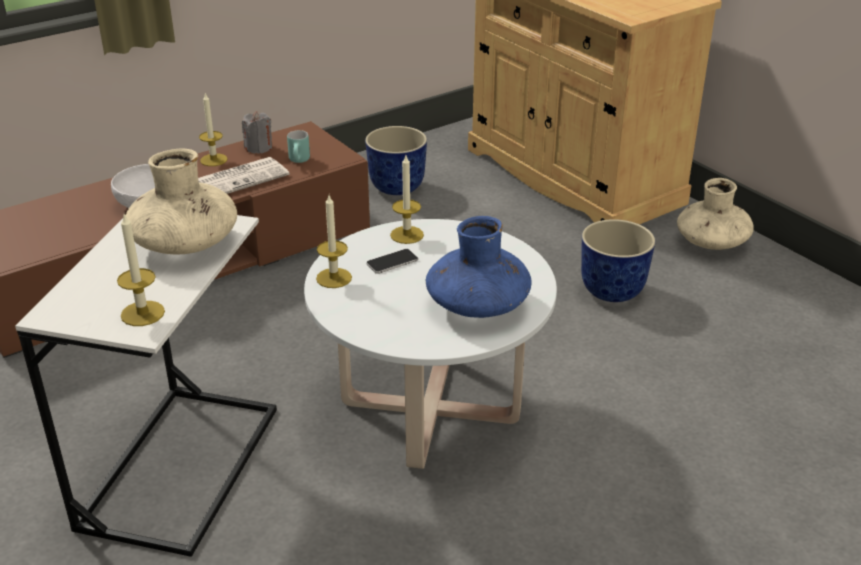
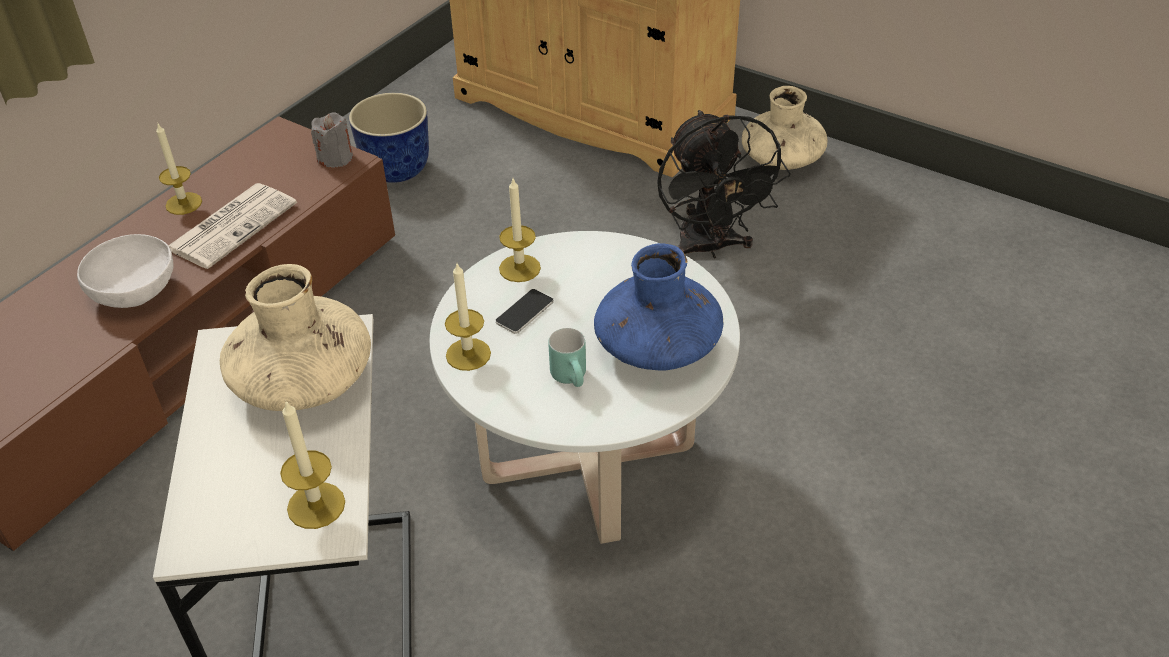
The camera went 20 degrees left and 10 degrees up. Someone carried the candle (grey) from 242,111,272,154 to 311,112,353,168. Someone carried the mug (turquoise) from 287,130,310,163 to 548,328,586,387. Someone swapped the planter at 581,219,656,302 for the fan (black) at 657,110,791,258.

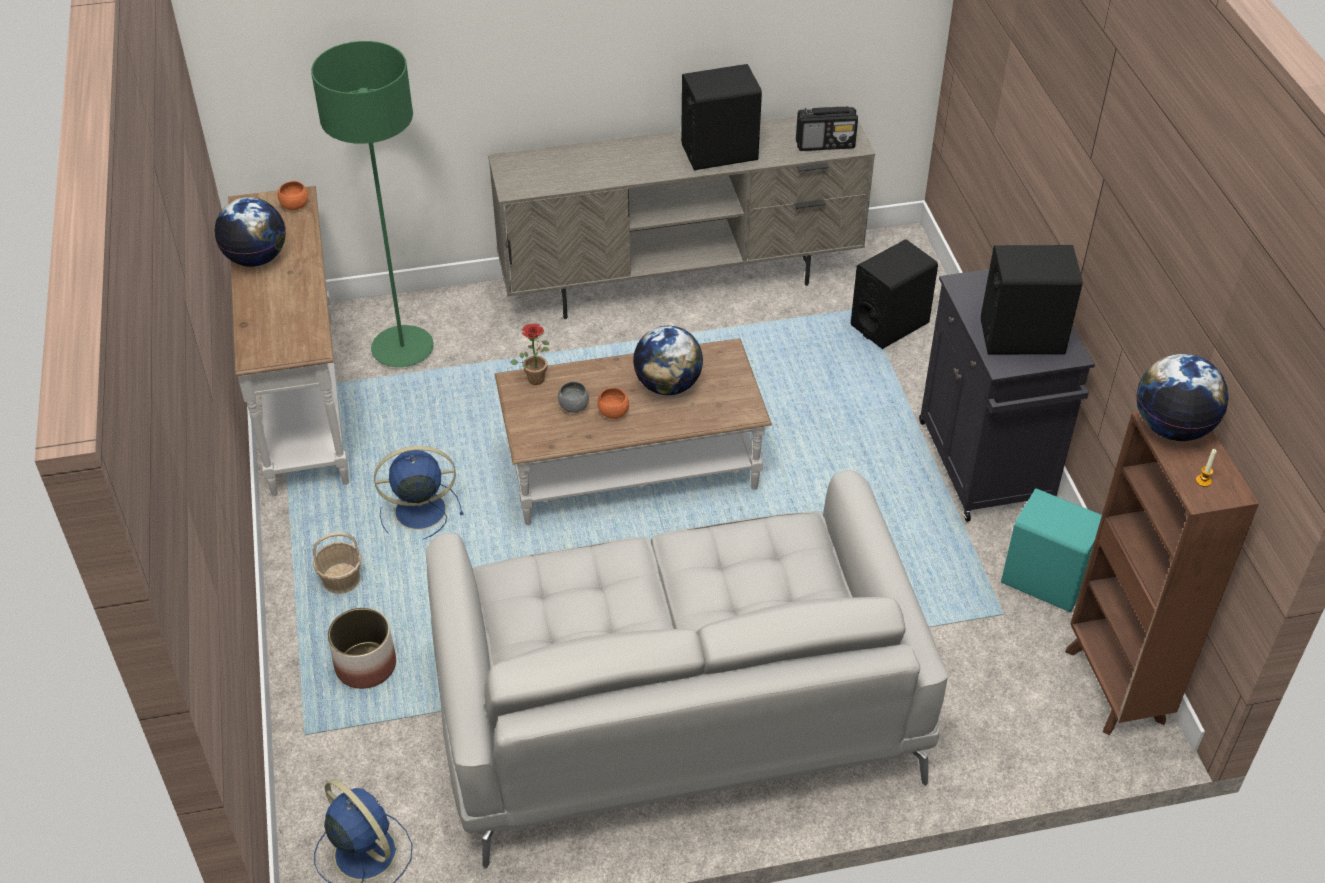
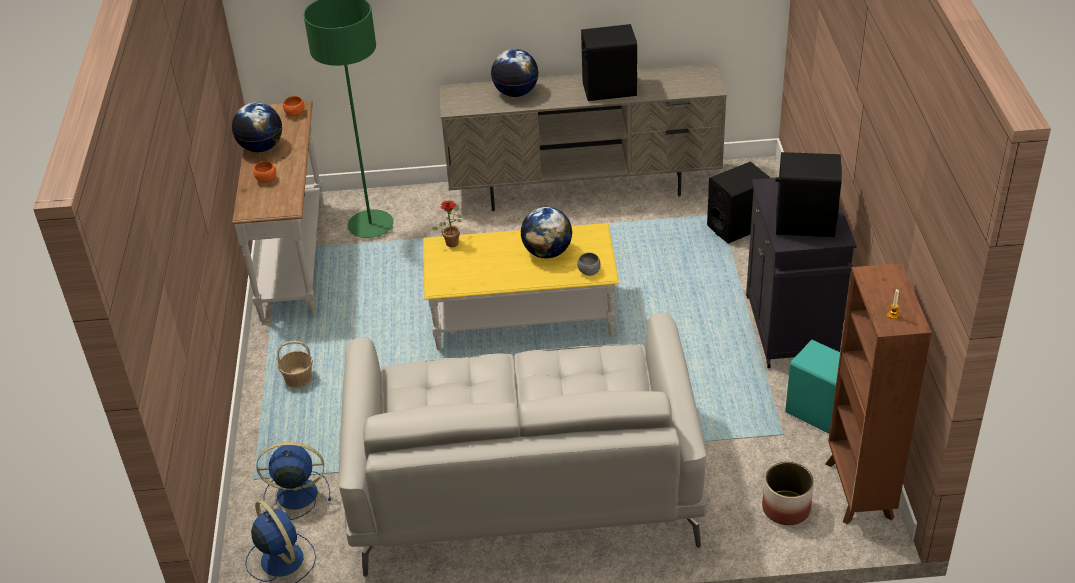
The camera went 10 degrees right and 5 degrees down. Someone took away the radio at 796,106,858,151. Someone repainted the coffee table (brown) at 495,338,772,525, which became the coffee table (yellow) at 423,223,619,351. Someone carried the globe from 1137,354,1228,441 to 491,49,539,97. Someone carried the bowl (grey) from 558,381,589,413 to 577,253,601,276. Someone carried the bowl (orange) from 597,388,629,419 to 253,161,277,183. Someone carried the fan (blue) from 374,446,464,540 to 257,442,331,520. Someone carried the planter from 328,608,396,689 to 762,462,814,525.

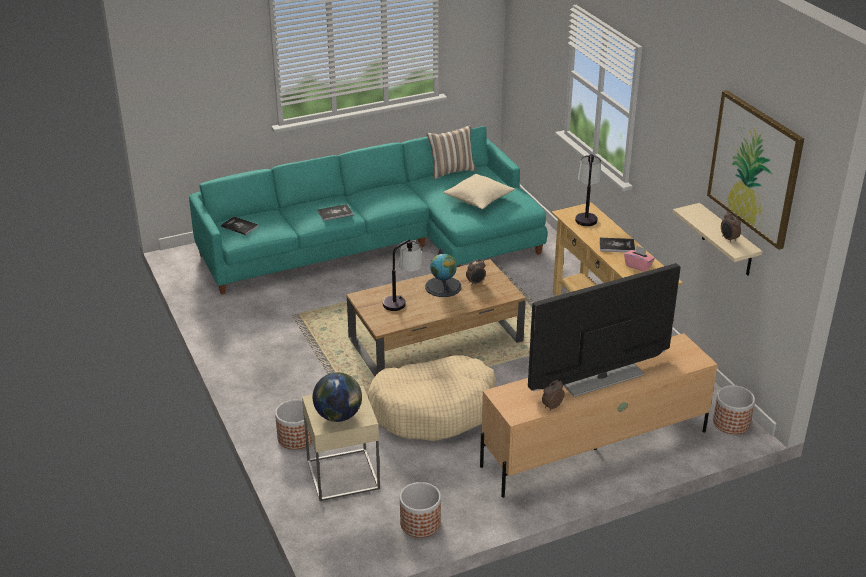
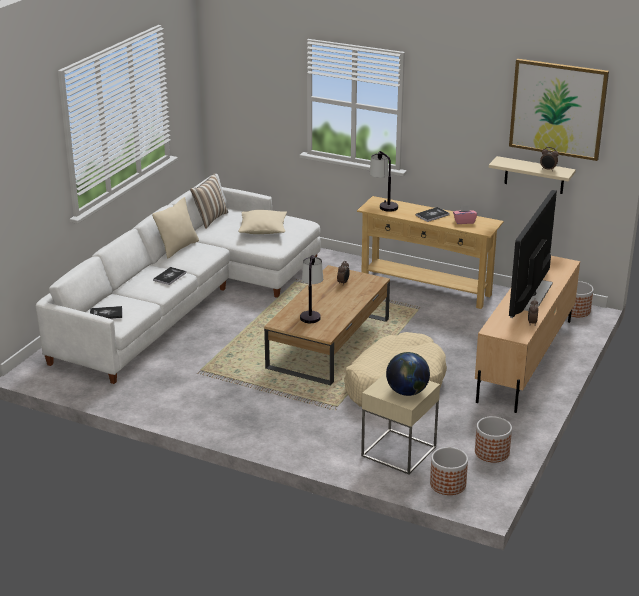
The camera went 40 degrees left and 5 degrees down. Someone repainted the sofa (turquoise) at 189,126,547,295, which became the sofa (white) at 36,174,321,384. Someone took away the globe at 425,249,461,297. Someone carried the planter from 275,400,312,449 to 430,447,468,495. Someone put down the pillow (beige) at 152,197,199,258.

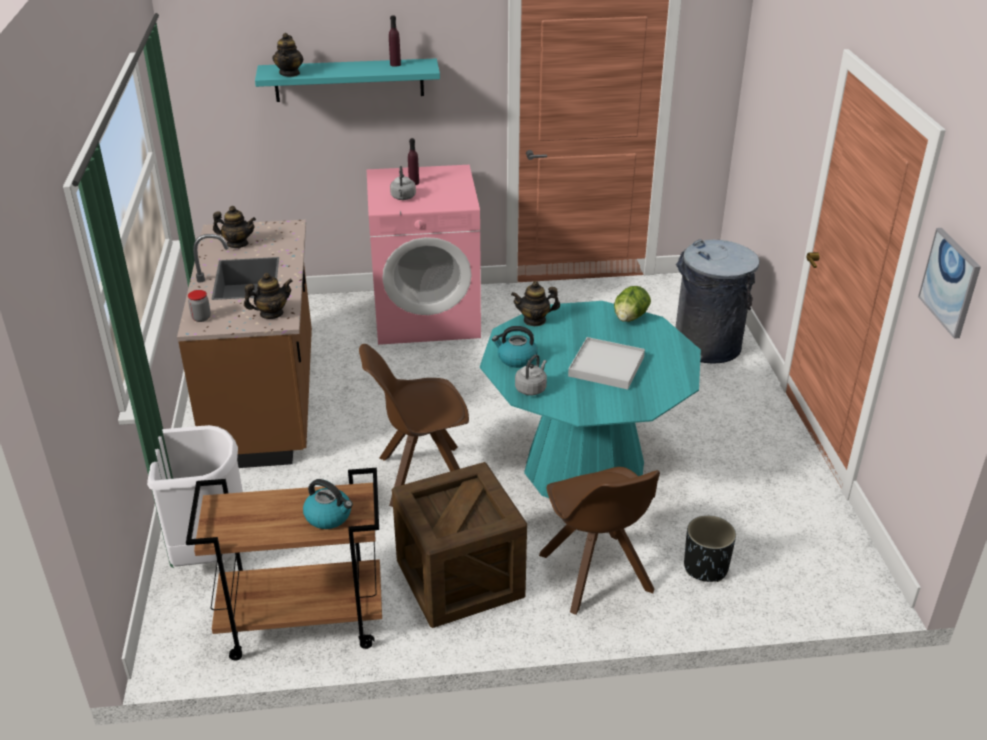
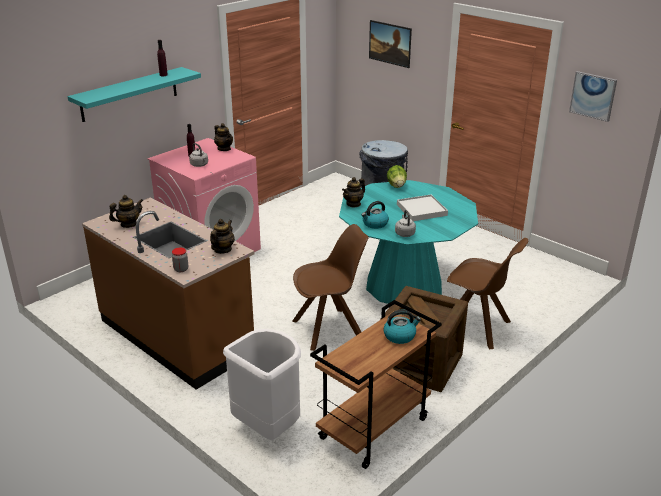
The camera went 40 degrees left and 5 degrees down. Someone carried the teapot from 273,33,303,77 to 214,123,233,151. Someone rotated the chair (brown) at 359,344,469,507 by 150 degrees counterclockwise. Someone took away the planter (black) at 684,515,736,582. Someone put up the picture at 369,20,412,68.

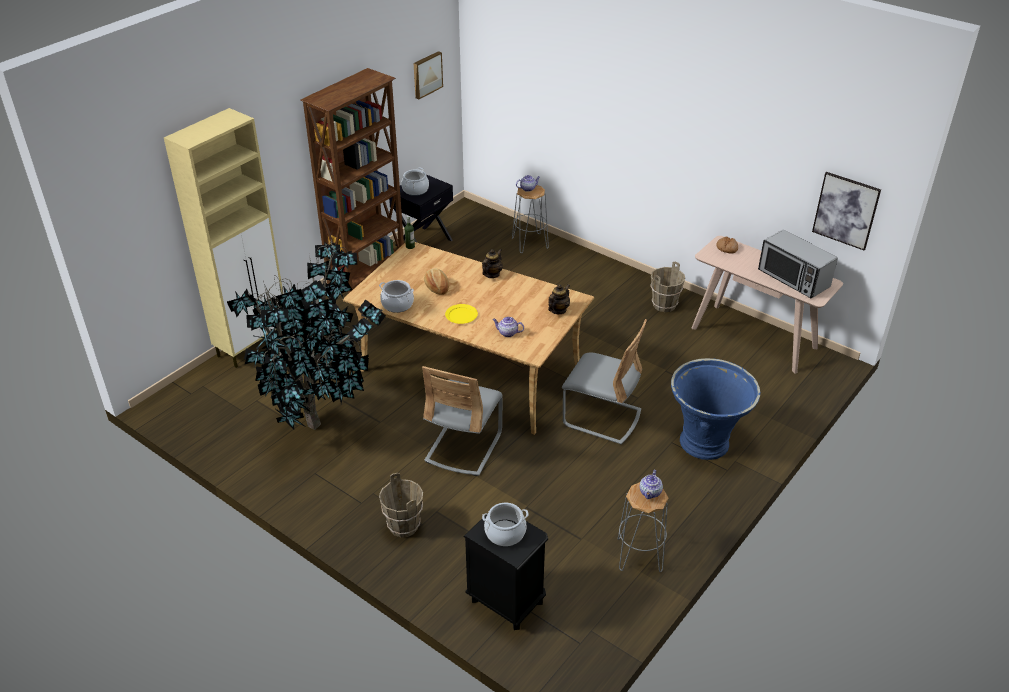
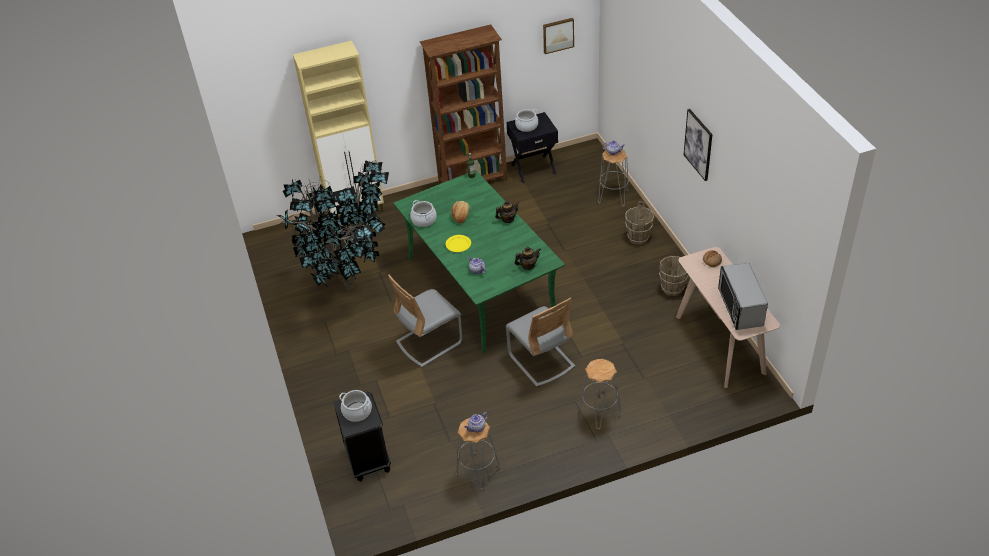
The camera went 35 degrees right and 5 degrees up. Someone carried the picture from 812,172,881,250 to 684,109,713,181. Someone repainted the dining table (beige) at 343,242,594,435, which became the dining table (green) at 393,170,565,354. Someone swapped the planter (blue) at 671,358,760,460 for the stool (grey) at 578,359,622,429. Someone carried the bucket (brown) from 379,473,423,537 to 625,201,654,245.

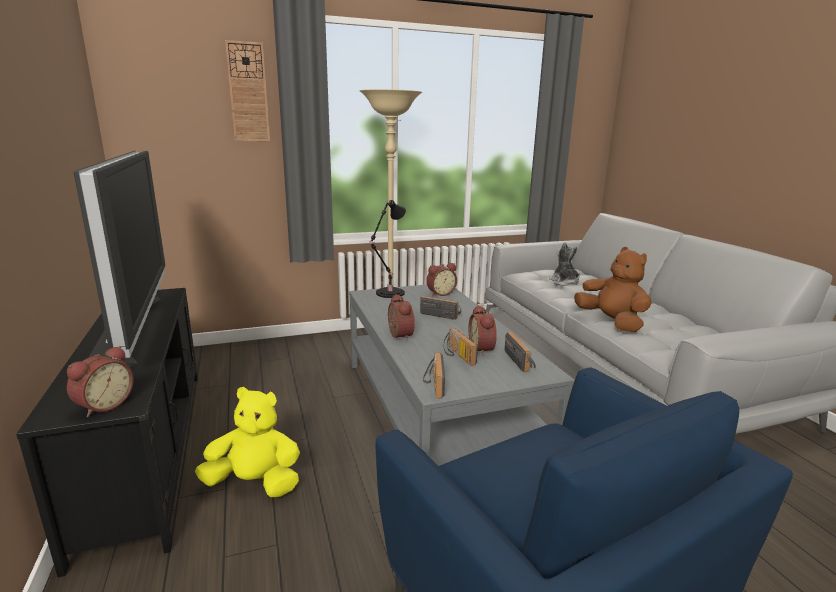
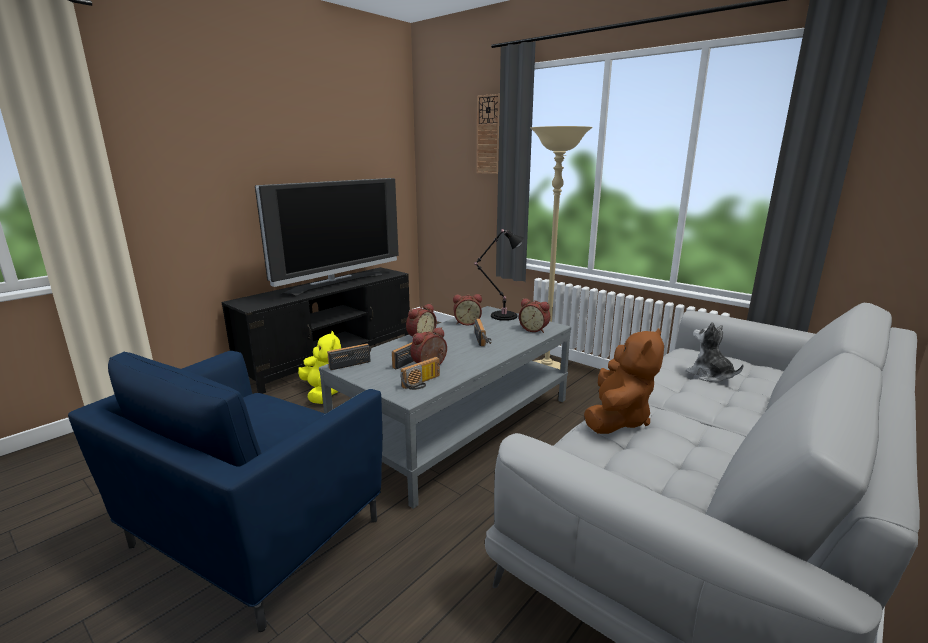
The camera went 60 degrees right and 0 degrees up. Someone rotated the plush toy at 549,242,580,286 by 75 degrees counterclockwise. Someone carried the alarm clock from 67,346,134,417 to 453,294,482,325.

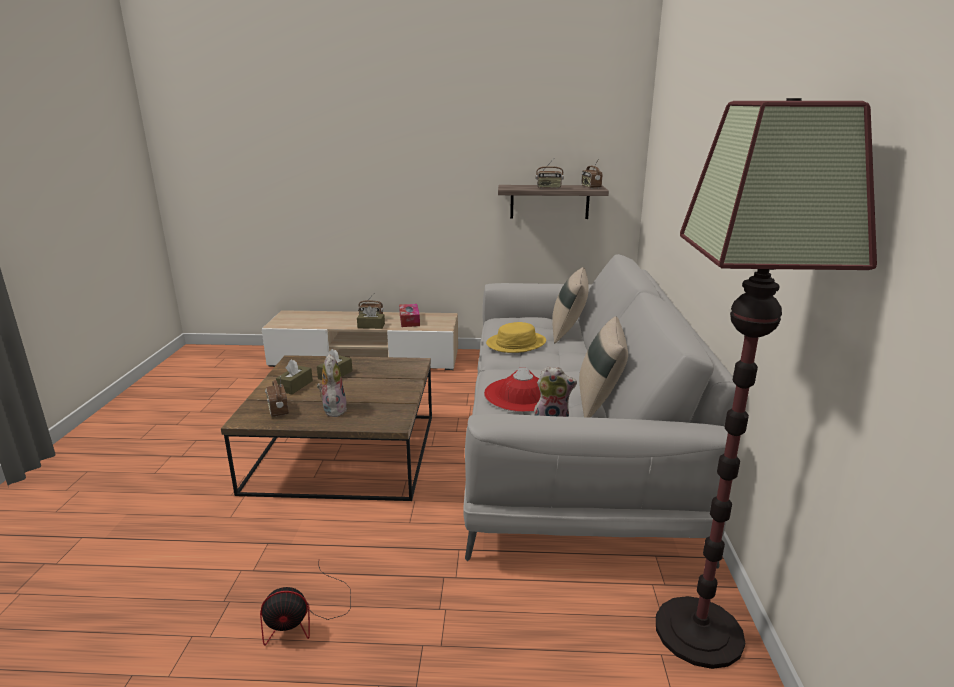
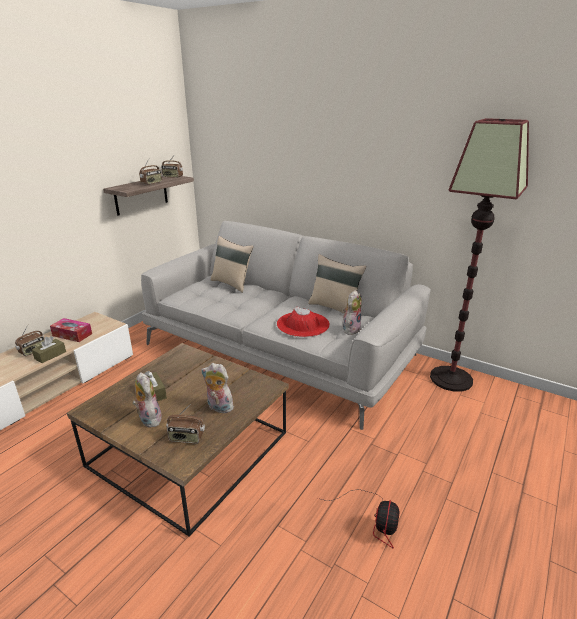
The camera went 60 degrees left and 5 degrees up. Someone took away the hat (yellow) at 486,322,546,353. Someone swapped the tissue box (brown) at 276,359,313,394 for the plush toy at 132,372,162,428.

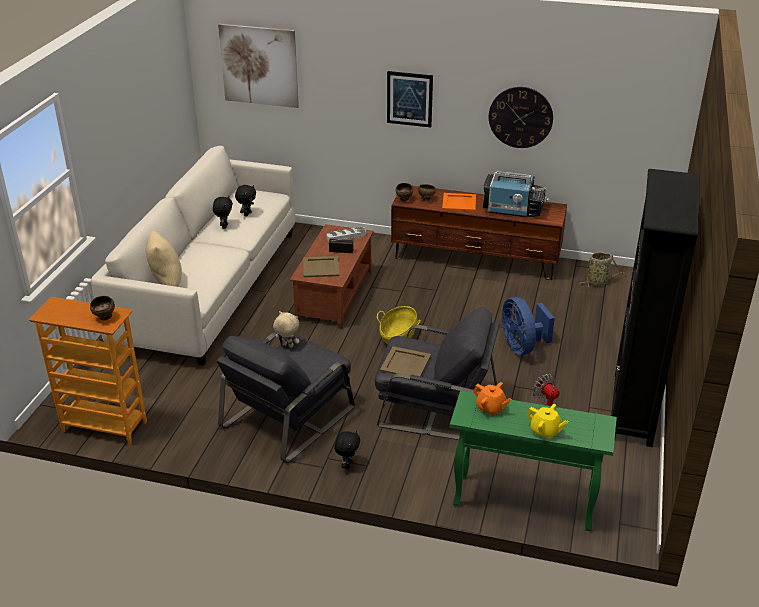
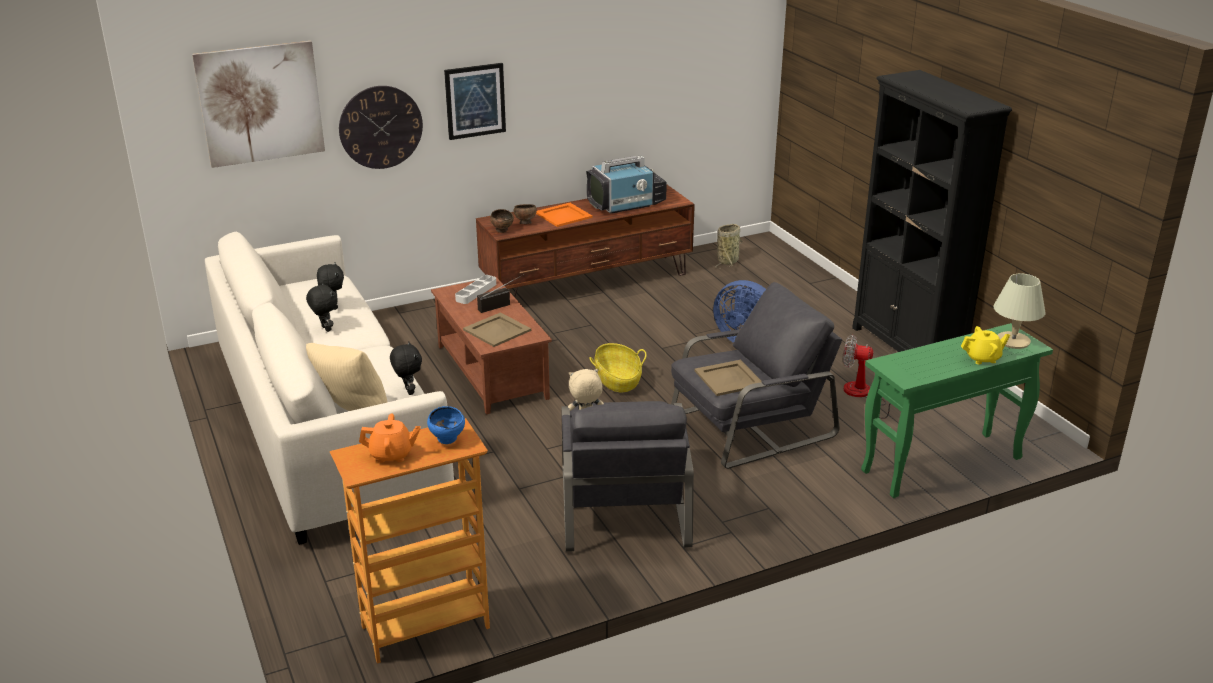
The camera went 40 degrees left and 5 degrees down. Someone carried the wall clock from 489,87,553,148 to 339,86,423,169. Someone repainted the bowl (brown) at 90,296,115,321, which became the bowl (blue) at 427,406,465,444. Someone carried the teapot (orange) from 473,382,512,416 to 359,414,421,463. Someone carried the plush toy (black) from 334,431,360,469 to 390,342,422,395. Someone put down the table lamp (beige) at 993,274,1045,349.

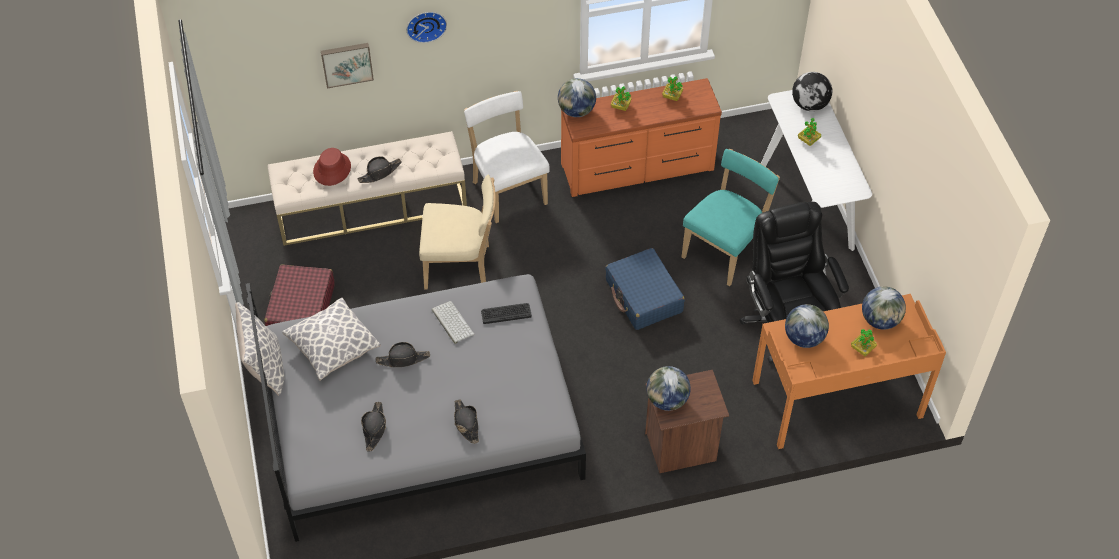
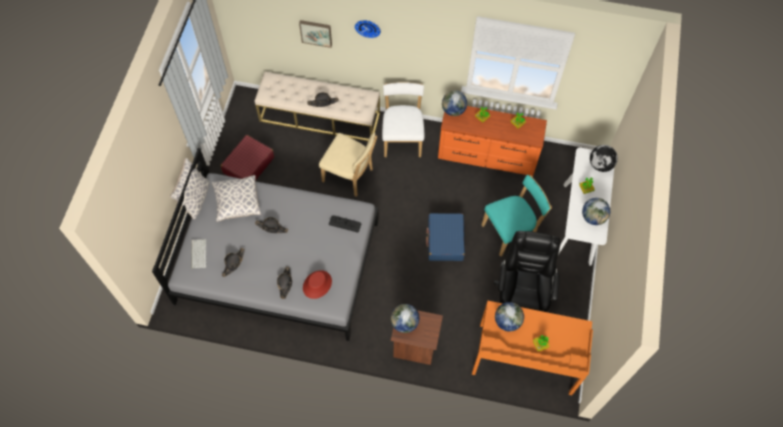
The camera went 25 degrees right and 10 degrees up. Someone carried the hat (red) from 313,148,351,186 to 303,270,332,299. Someone carried the globe from 862,286,906,330 to 582,198,610,225. Someone carried the keyboard from 432,301,474,344 to 191,239,206,269.

